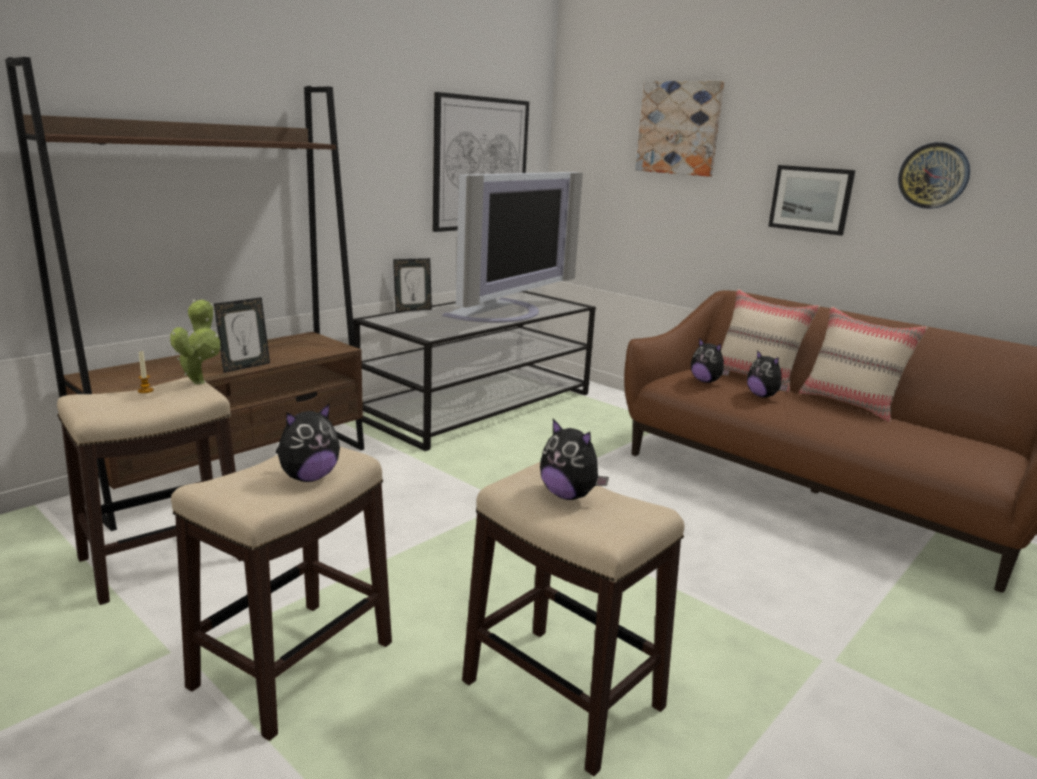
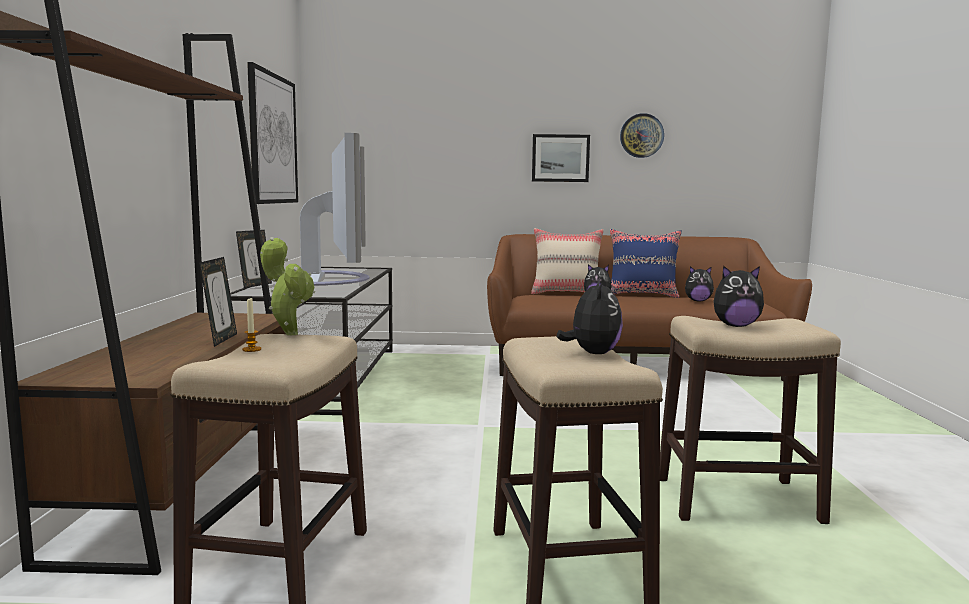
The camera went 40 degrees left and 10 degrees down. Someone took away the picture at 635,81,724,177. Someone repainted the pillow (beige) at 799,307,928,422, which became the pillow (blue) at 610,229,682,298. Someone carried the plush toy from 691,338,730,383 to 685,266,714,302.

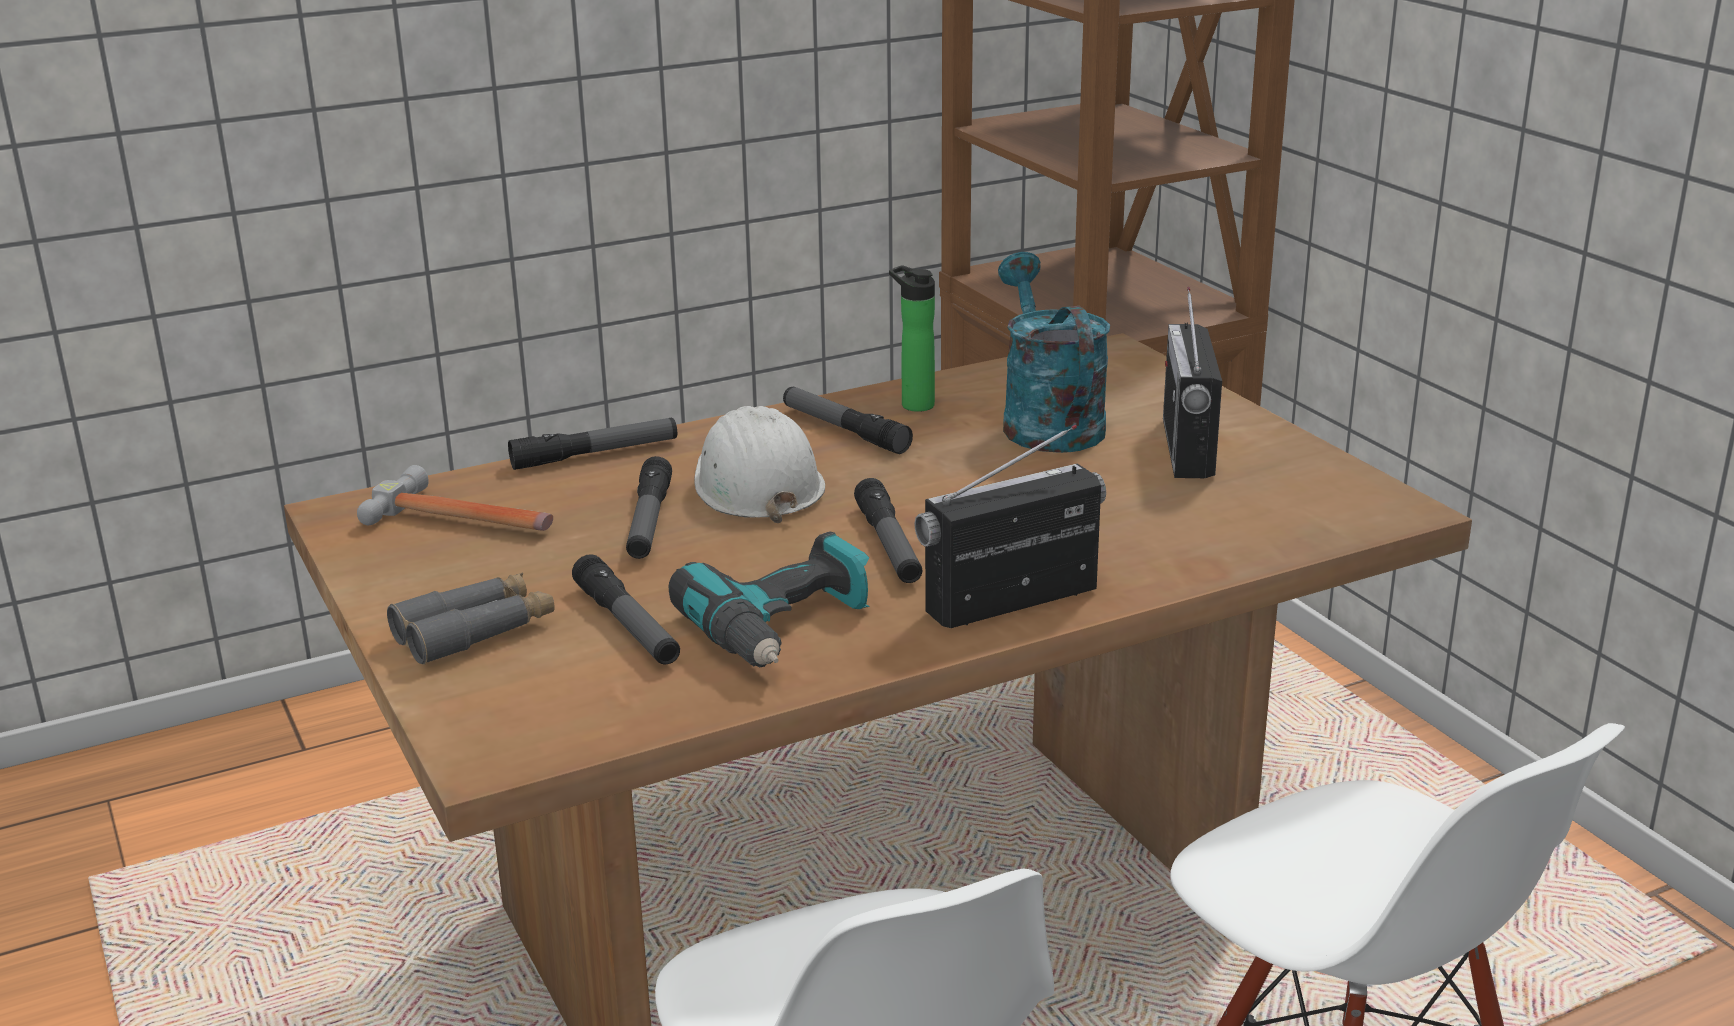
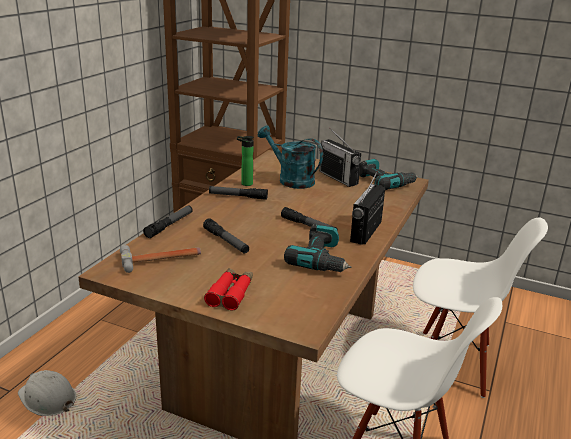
The camera went 40 degrees left and 0 degrees up. Someone carried the hard hat (white) from 694,406,825,523 to 18,370,76,416. Someone took away the flashlight at 572,554,680,665. Someone repainted the binoculars (grey) at 387,572,555,665, which became the binoculars (red) at 204,268,253,310. Someone put down the power drill at 359,159,419,190.

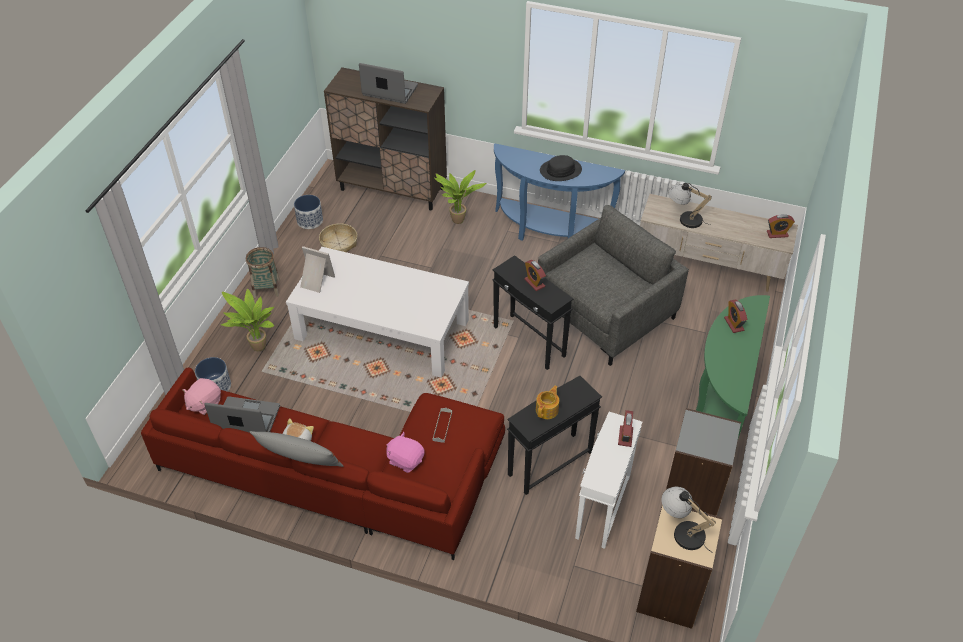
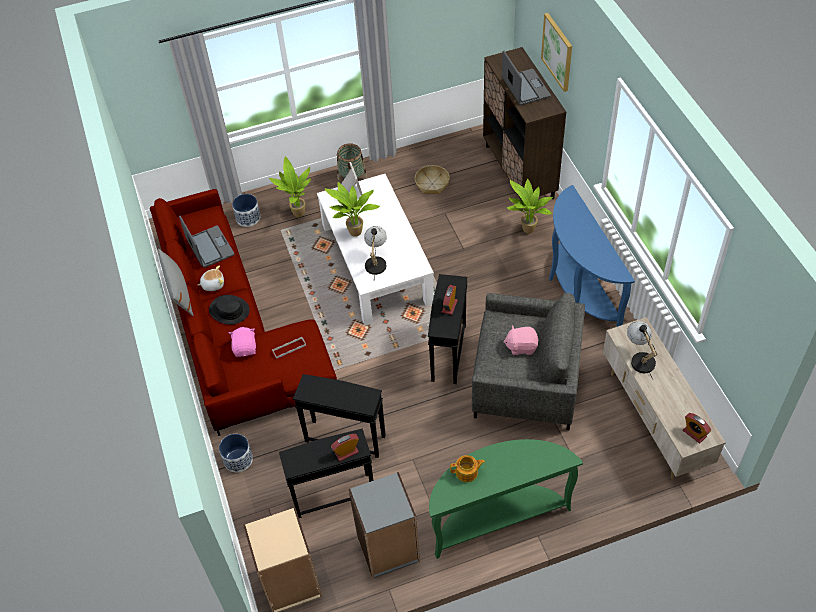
The camera went 55 degrees right and 5 degrees up. Someone carried the hat (black) from 540,155,582,181 to 209,295,250,325. Someone carried the planter from 294,195,323,229 to 219,434,253,472. Someone took away the alarm clock at 724,300,747,333. Someone carried the plush toy (pink) from 182,378,221,415 to 503,325,539,355. Someone carried the teapot from 536,386,559,419 to 450,455,485,482. Someone repainted the side table (white) at 575,412,642,549, which became the side table (black) at 279,428,373,518. Someone carried the table lamp from 661,487,716,553 to 364,226,387,278. Someone put up the picture at 541,13,572,92. Someone put down the potted plant at 325,182,380,237.

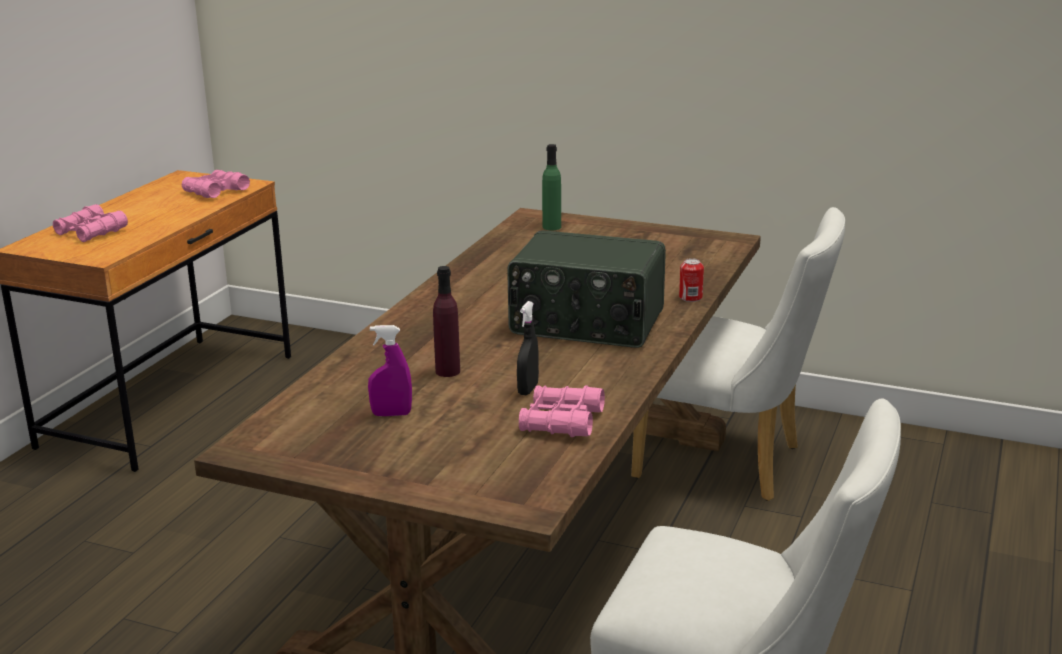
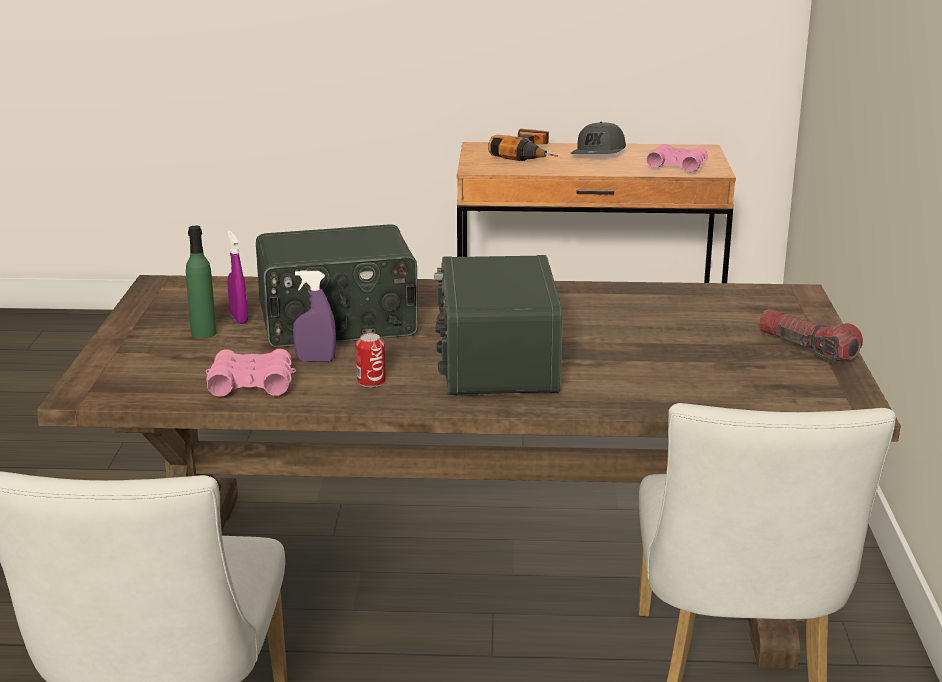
The camera went 70 degrees right and 0 degrees up. Someone carried the bottle (green) from 542,144,561,230 to 186,226,217,338. Someone swapped the binoculars (pink) at 53,204,128,242 for the power drill at 488,129,558,161. Someone carried the can from 679,258,704,302 to 356,333,386,387. Someone swapped the bottle (purple) at 433,266,460,377 for the radio at 256,224,418,347. Someone repainted the spray bottle (black) at 517,301,539,395, which became the spray bottle (purple) at 293,271,336,362. Someone put down the cap (grey) at 570,122,626,154. Someone put down the flashlight at 759,309,863,363.

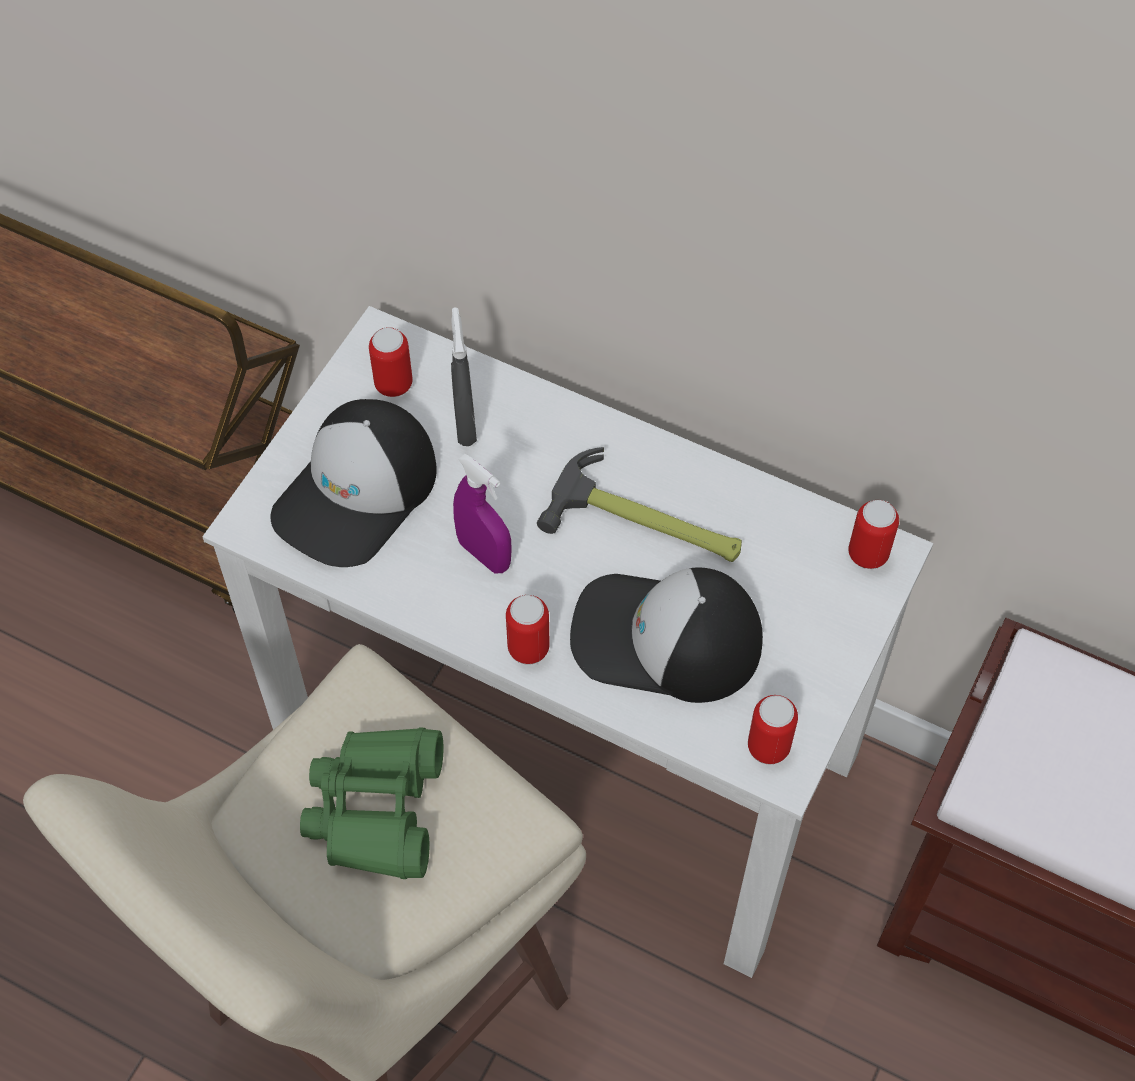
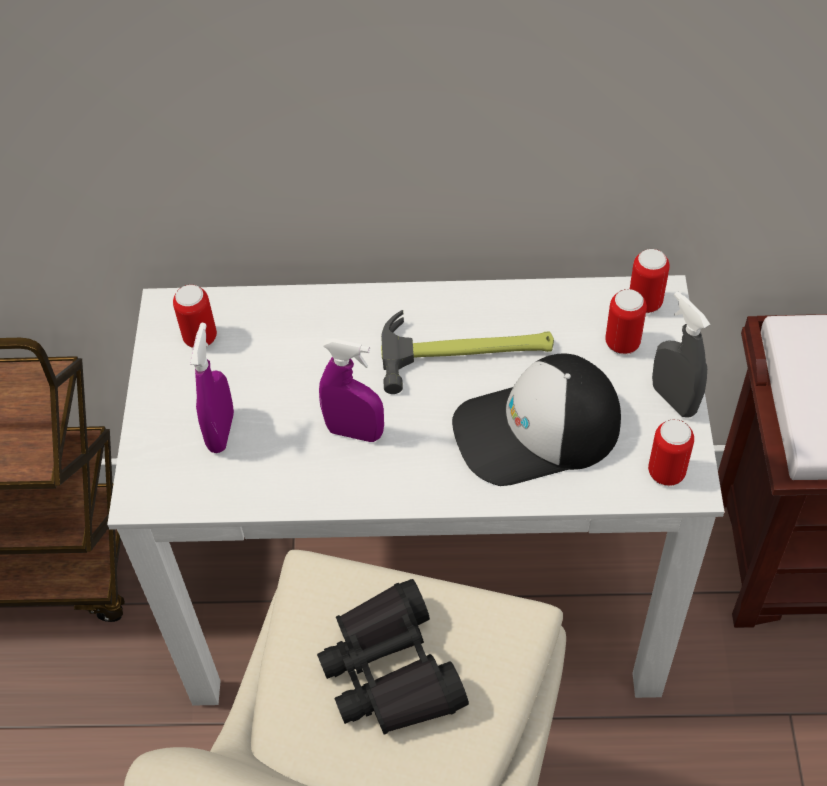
The camera went 25 degrees left and 5 degrees down. Someone carried the spray bottle (grey) from 451,307,477,446 to 652,291,710,417. Someone swapped the cap at 270,399,437,567 for the spray bottle (purple) at 190,323,234,453. Someone carried the can from 506,595,550,665 to 605,289,647,355. Someone repainted the binoculars (green) at 300,728,443,879, which became the binoculars (black) at 317,579,469,735.

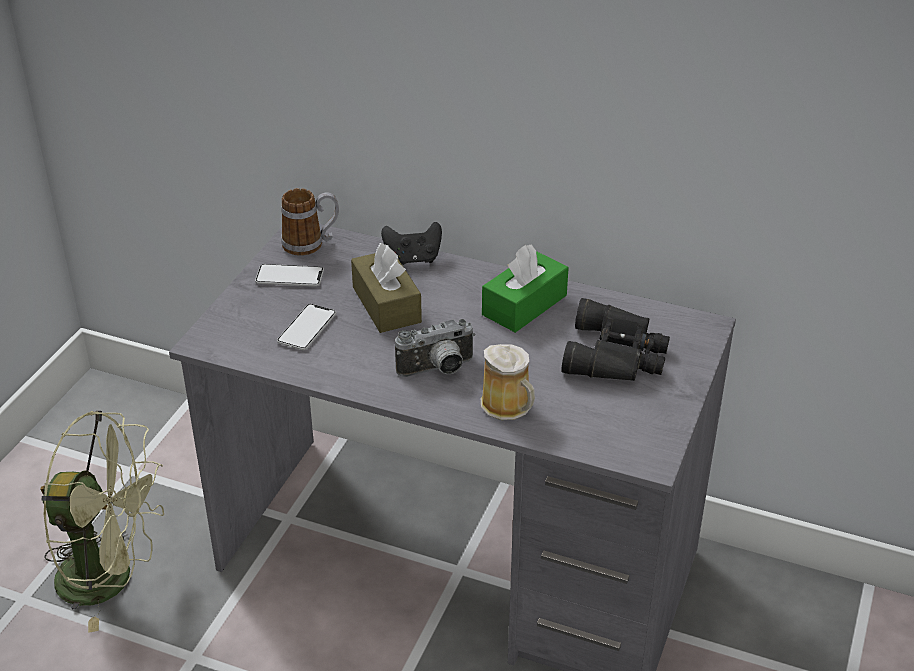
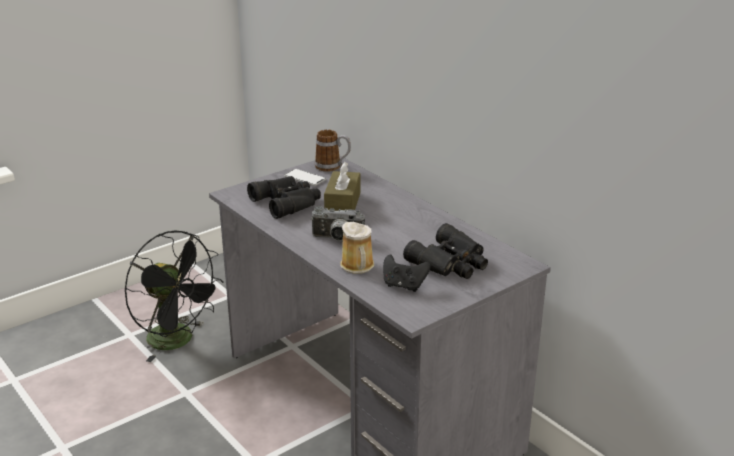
The camera went 30 degrees right and 10 degrees down. Someone carried the game controller (black) from 381,222,442,265 to 383,255,431,292. Someone took away the tissue box (green) at 482,244,569,333. Someone swapped the phone at 277,304,336,350 for the binoculars (black) at 247,176,321,219. Someone repainted the fan (green) at 40,411,164,633, which became the fan (black) at 124,231,223,362.

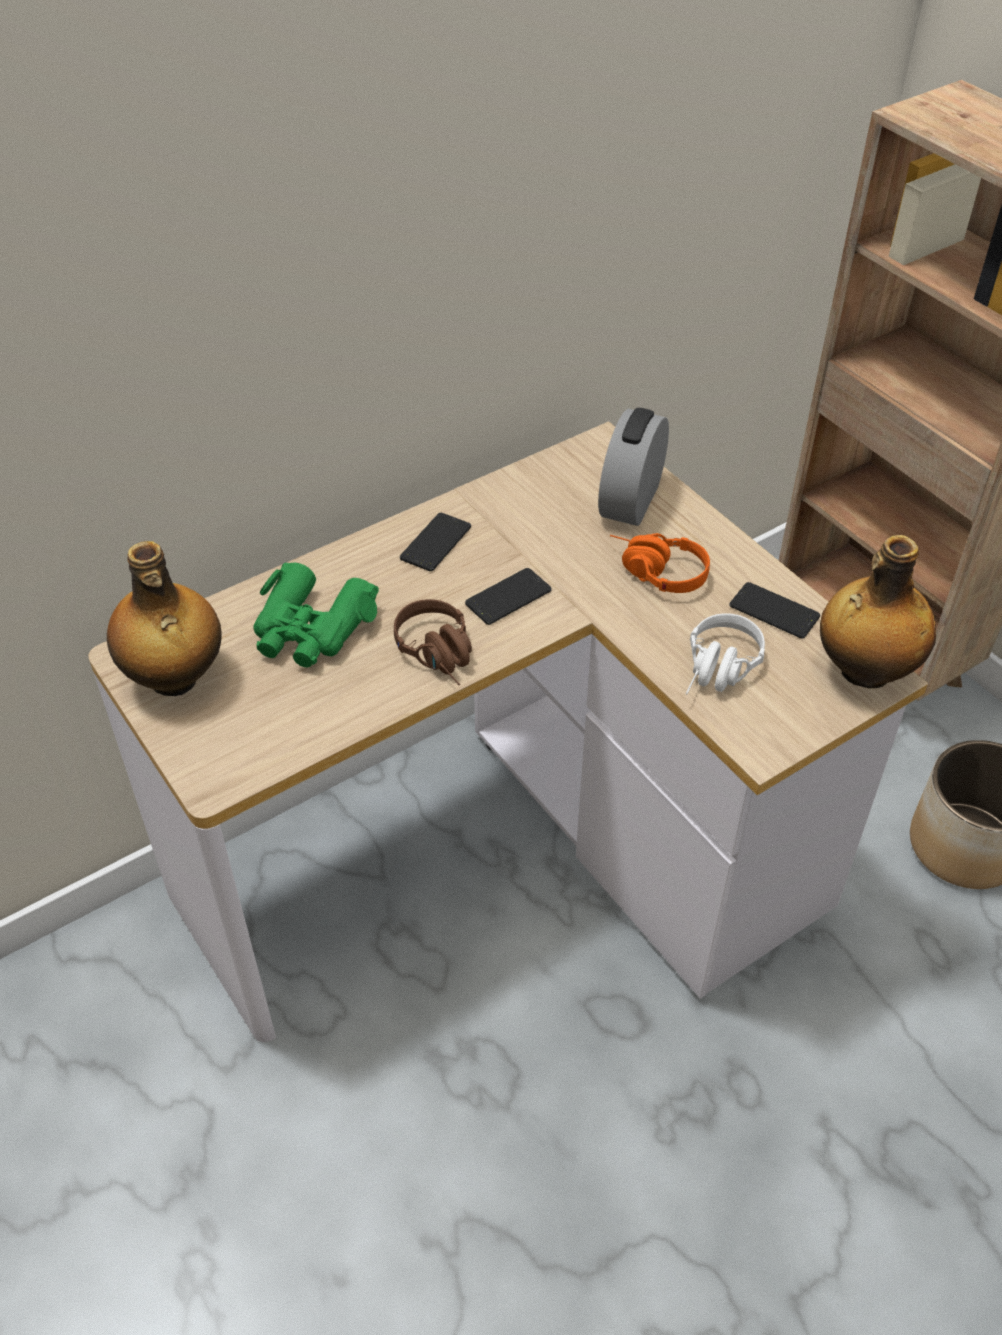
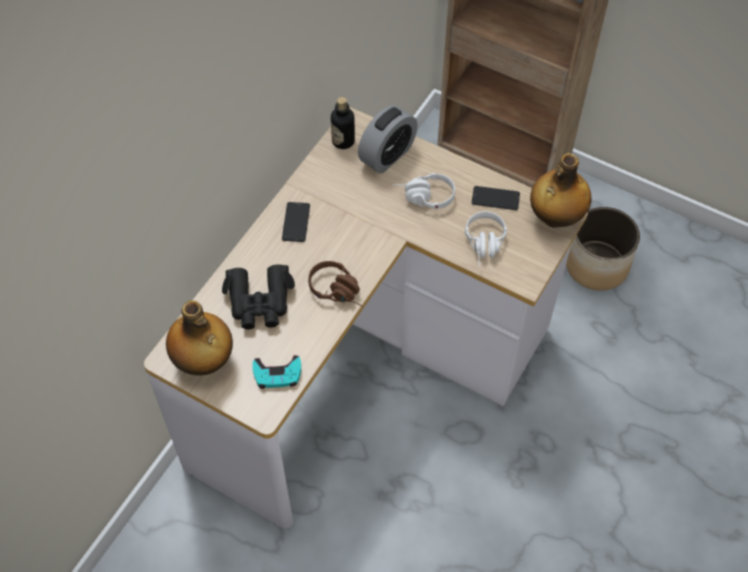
The camera went 25 degrees left and 10 degrees up. Someone rotated the alarm clock at 598,408,669,526 by 135 degrees counterclockwise. Someone repainted the headphones (orange) at 610,533,710,593, which became the headphones (white) at 394,173,455,209. Someone repainted the binoculars (green) at 253,563,379,668, which became the binoculars (black) at 222,264,295,329. Someone took away the phone at 465,568,552,625. Someone put down the bottle at 331,97,355,149. Someone put down the game controller (turquoise) at 253,355,301,389.

